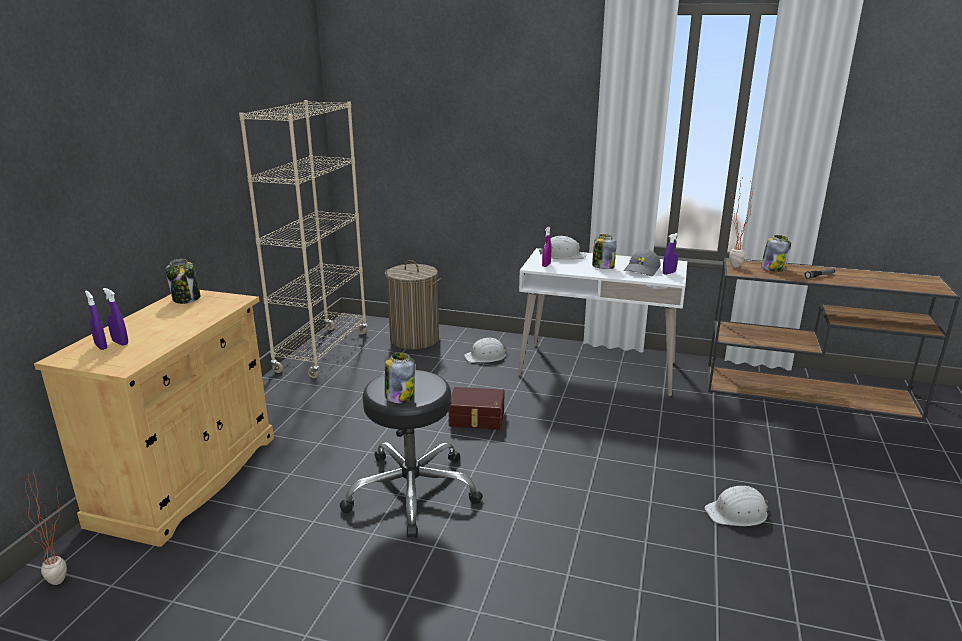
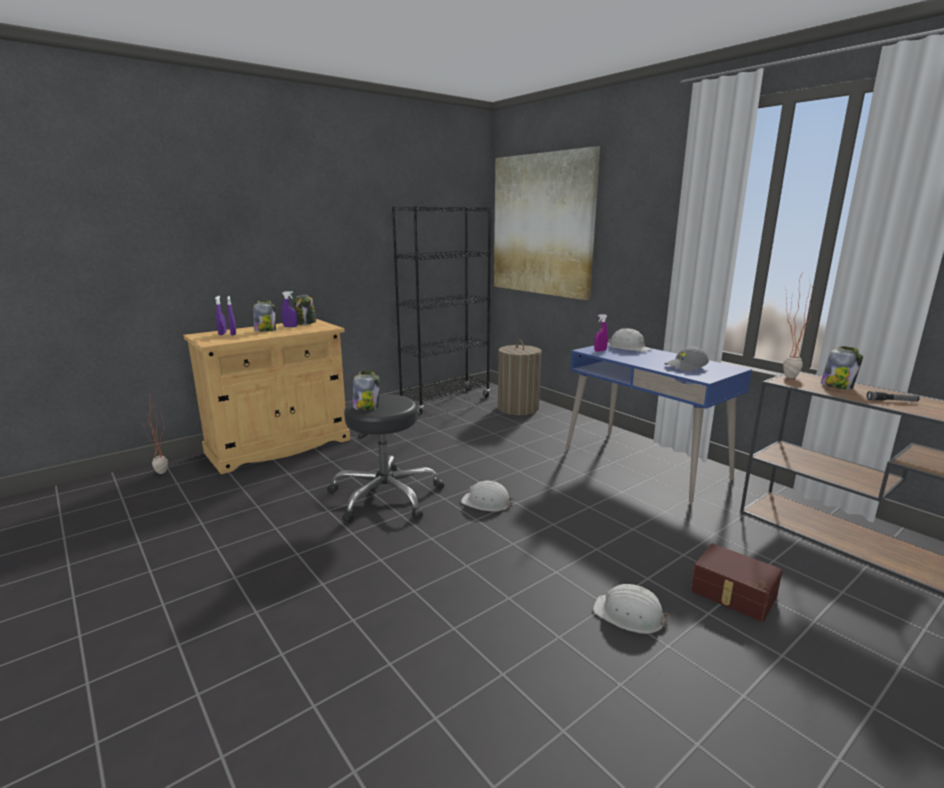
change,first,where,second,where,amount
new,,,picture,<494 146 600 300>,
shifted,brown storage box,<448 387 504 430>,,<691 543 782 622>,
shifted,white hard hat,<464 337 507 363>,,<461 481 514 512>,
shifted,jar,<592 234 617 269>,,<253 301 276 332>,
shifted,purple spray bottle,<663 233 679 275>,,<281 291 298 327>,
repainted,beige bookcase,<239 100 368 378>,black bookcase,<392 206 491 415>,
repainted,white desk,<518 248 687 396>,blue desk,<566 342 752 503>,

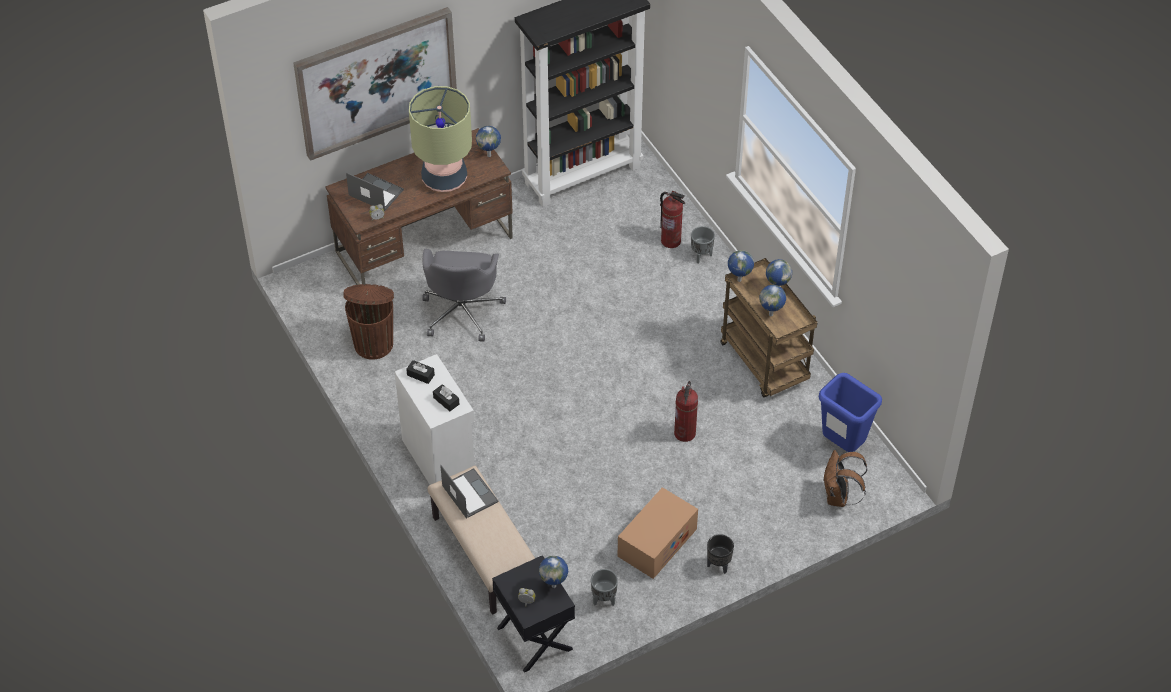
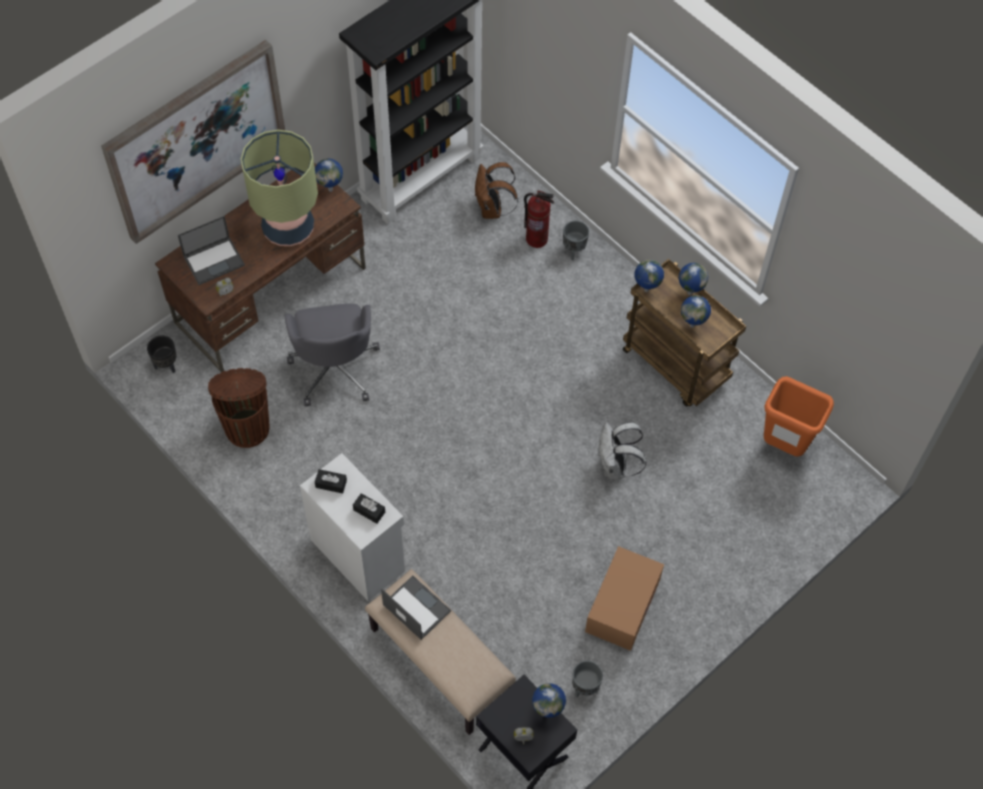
change,first,where,second,where,amount
shifted,black planter,<707 534 734 574>,,<147 336 177 373>,
shifted,brown backpack,<824 450 867 507>,,<475 162 518 219>,
swapped,fire extinguisher,<674 381 698 442>,white backpack,<598 422 647 479>,
repainted,blue trash can,<819 373 882 452>,orange trash can,<764 376 834 457>,
rotated,laptop,<346 172 404 211>,,<178 216 245 285>,135 degrees clockwise

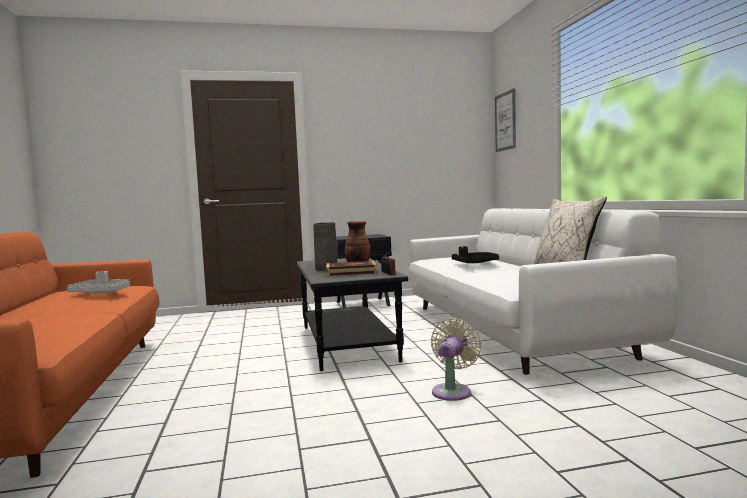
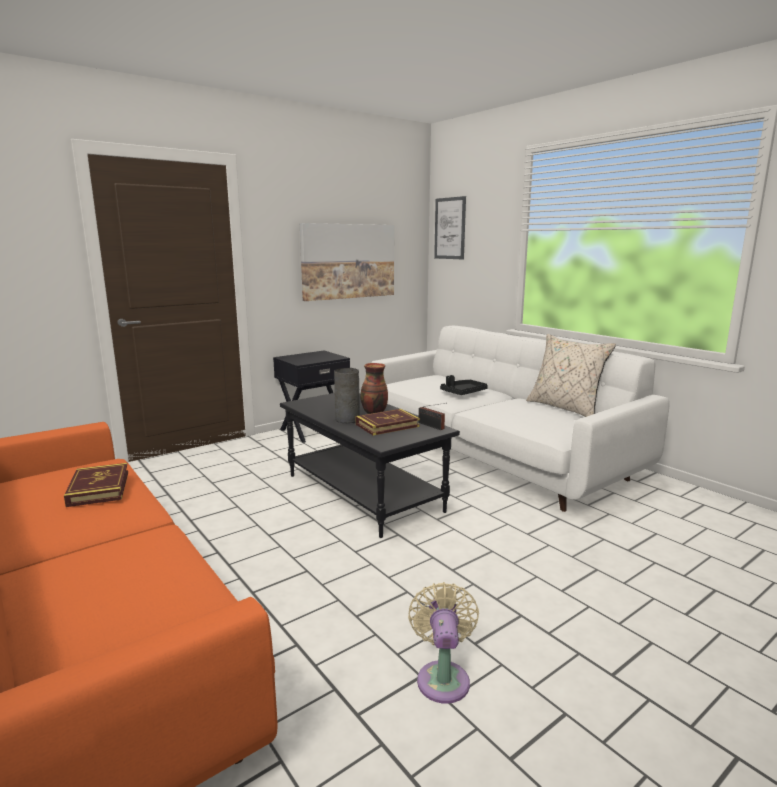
change,first,where,second,where,amount
new,,,picture,<300 223 394 301>,
shifted,beige fan,<431 318 481 401>,,<408 582 479 704>,
swapped,grey tray,<67 271 130 293>,book,<64 463 128 507>,

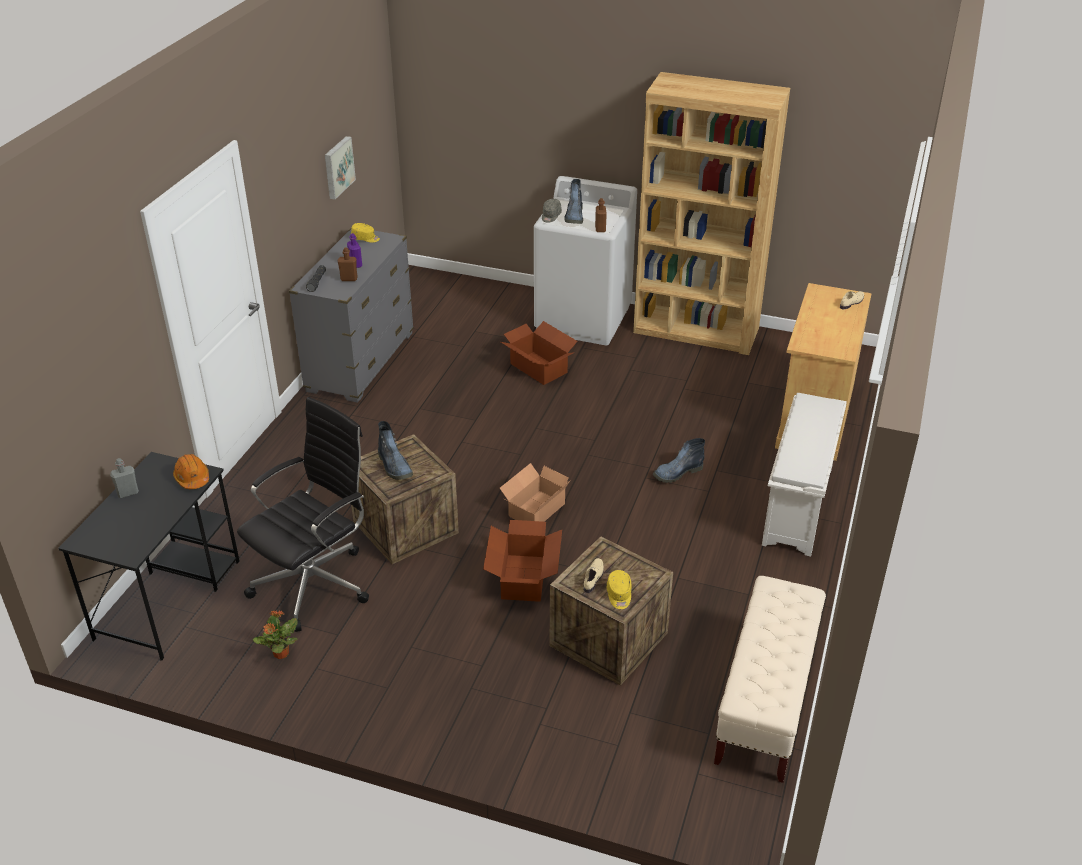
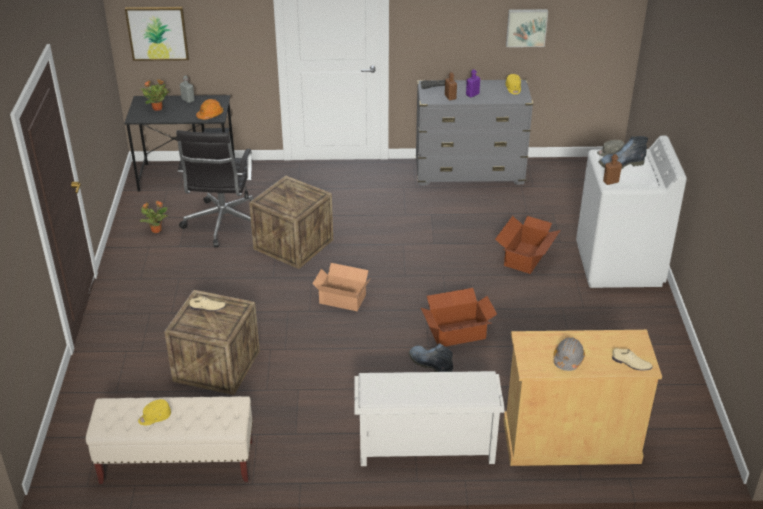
change,first,where,second,where,amount
gone,boot,<378 421 413 480>,,,
gone,brown bookcase,<633 72 790 355>,,,
new,,,picture,<125 7 189 61>,
new,,,potted plant,<140 79 170 111>,
new,,,grey hard hat,<554 338 585 371>,
shifted,cardboard box,<483 520 562 602>,,<421 288 497 347>,
shifted,yellow cap,<607 570 632 609>,,<138 399 171 425>,
rotated,black office chair,<237 397 369 632>,,<176 130 254 248>,75 degrees clockwise

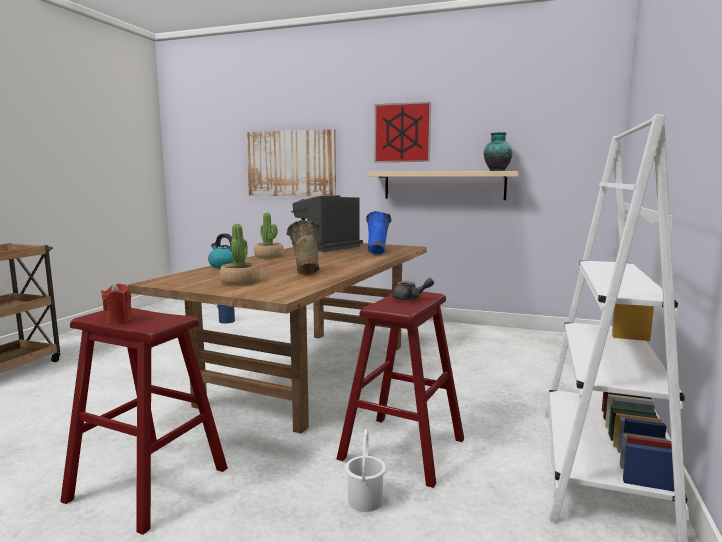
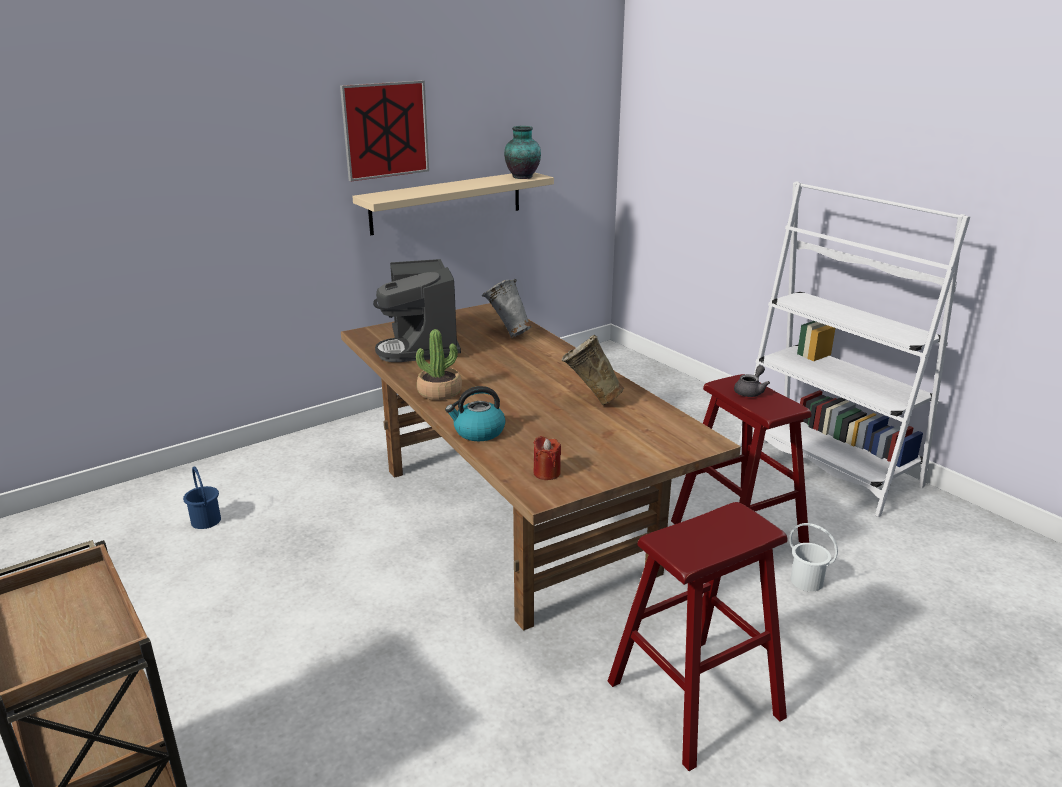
change,first,where,second,where,amount
gone,potted plant,<219 224 260 285>,,,
gone,picture,<246 129 336 196>,,,
shifted,red candle,<101 283 133 324>,,<534 436 561 480>,
repainted,blue vase,<366 211 392 254>,grey vase,<482 279 531 337>,

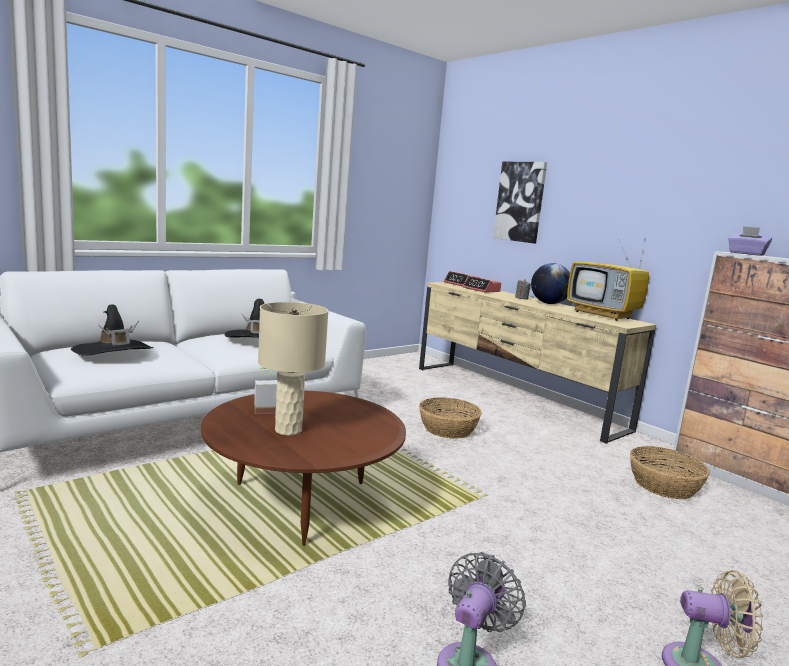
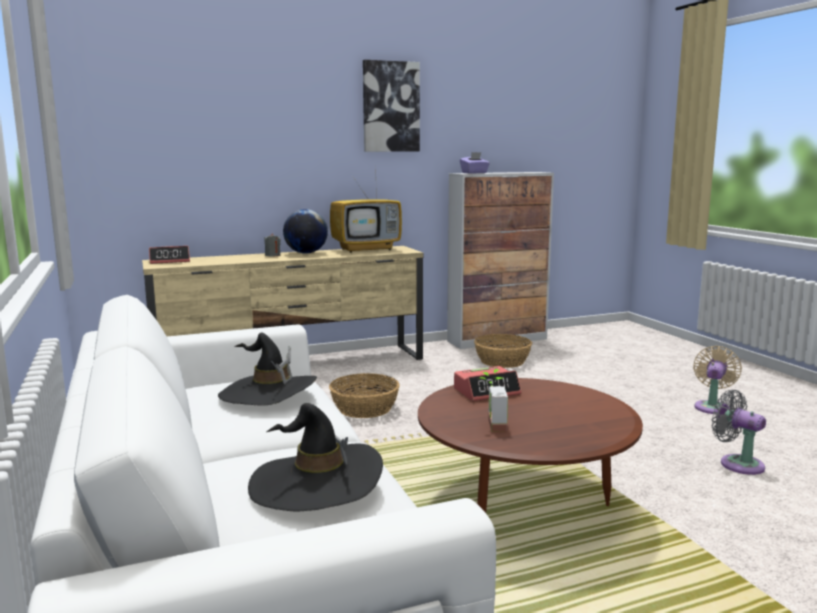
change,first,where,second,where,amount
gone,beige table lamp,<258 302 329 436>,,,
shifted,alarm clock,<463 276 501 293>,,<454 366 522 401>,
shifted,picture,<493 162 547 243>,,<363 60 420 152>,

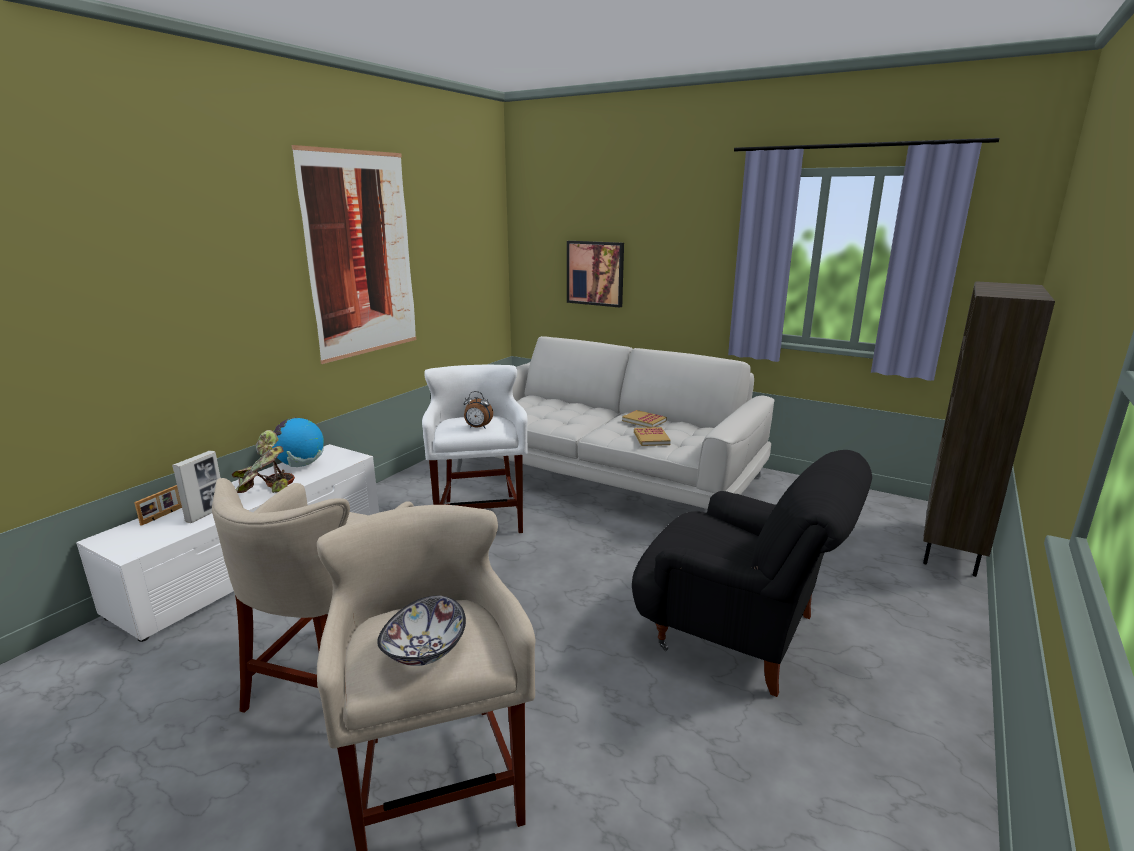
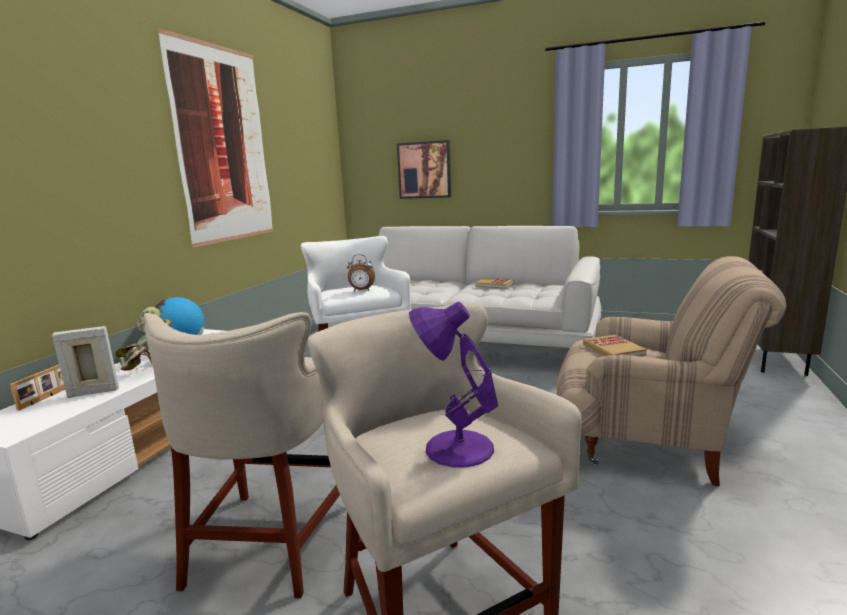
change,first,where,second,where,amount
shifted,book,<634 427 671 446>,,<583 335 647 357>,
swapped,bowl,<377 596 466 666>,purple table lamp,<409 302 498 467>,
repainted,black armchair,<632 450 872 697>,beige armchair,<557 256 786 486>,
rotated,picture frame,<172 451 221 523>,,<52 326 119 398>,120 degrees counterclockwise

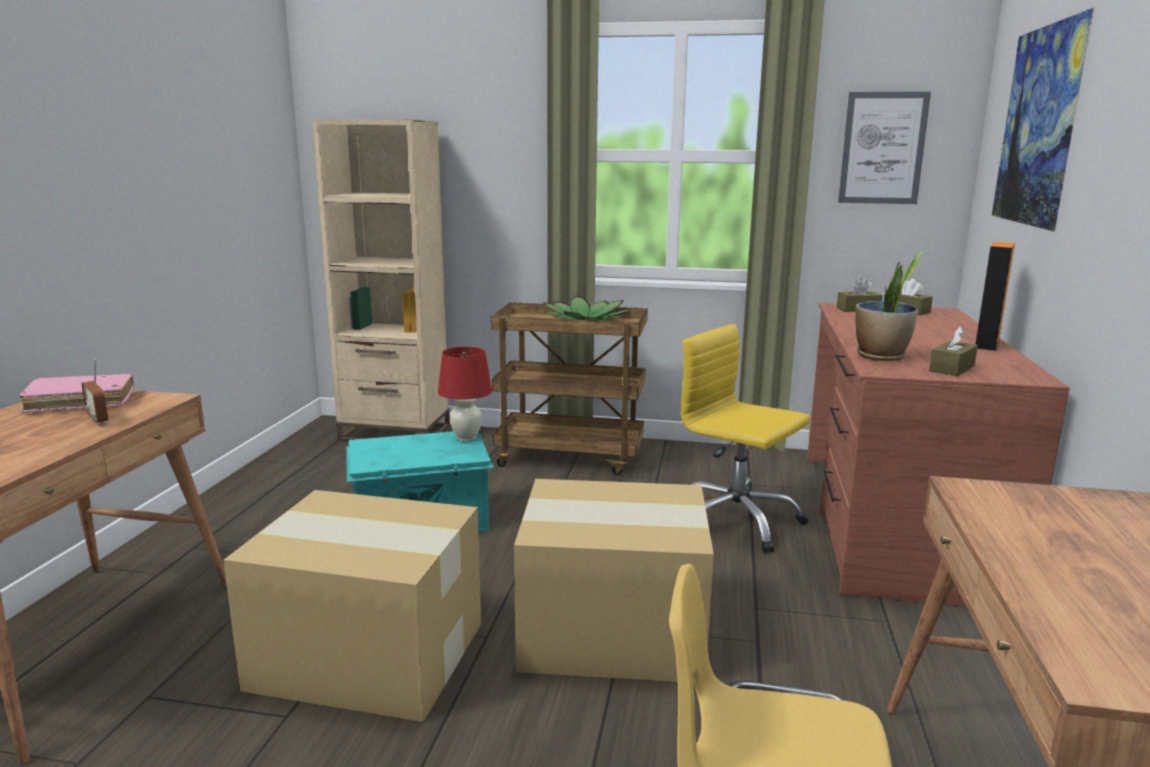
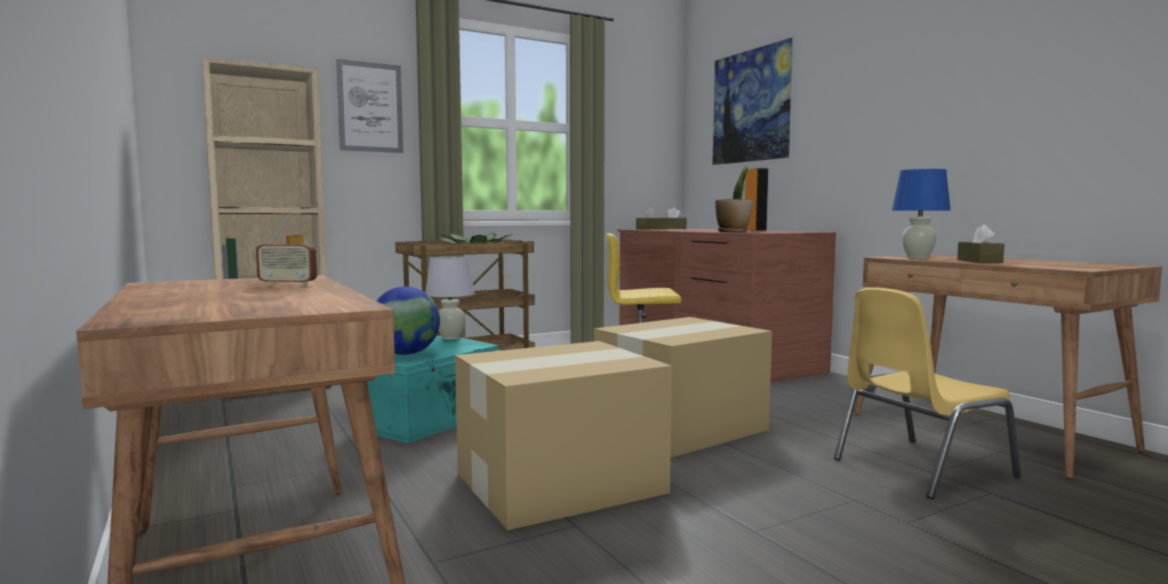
change,first,where,second,where,amount
gone,pink book,<19 374 134 413>,,,
new,,,globe,<377 286 440 355>,
new,,,blue table lamp,<892 169 951 259>,
shifted,picture,<838 92 931 204>,,<336 59 403 153>,
shifted,brown tissue box,<929 326 978 376>,,<957 224 1004 263>,
repainted,red table lamp,<438 347 492 441>,white table lamp,<425 257 475 340>,

